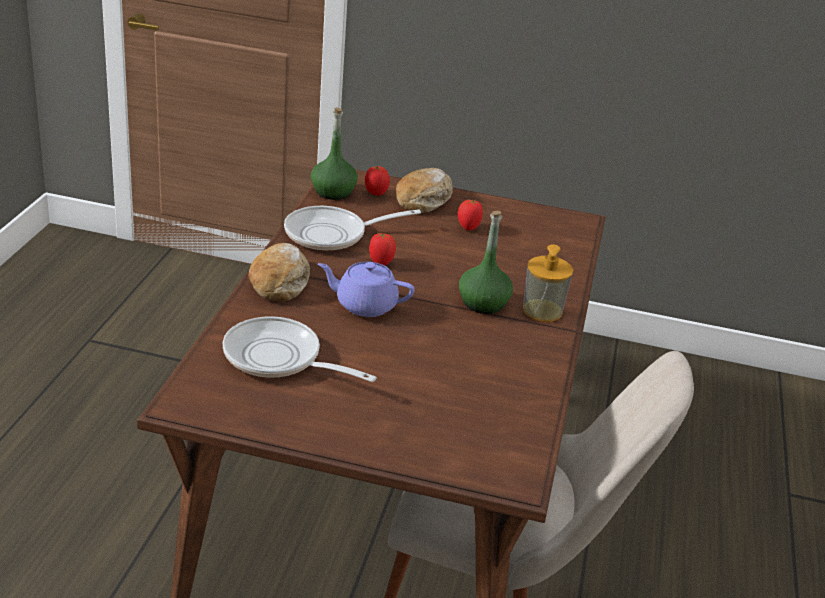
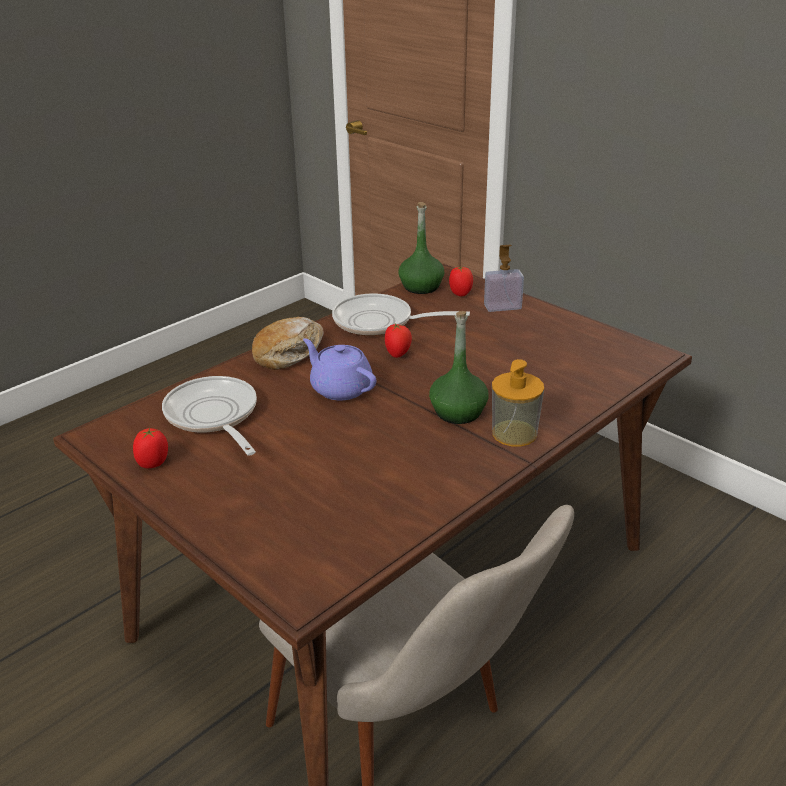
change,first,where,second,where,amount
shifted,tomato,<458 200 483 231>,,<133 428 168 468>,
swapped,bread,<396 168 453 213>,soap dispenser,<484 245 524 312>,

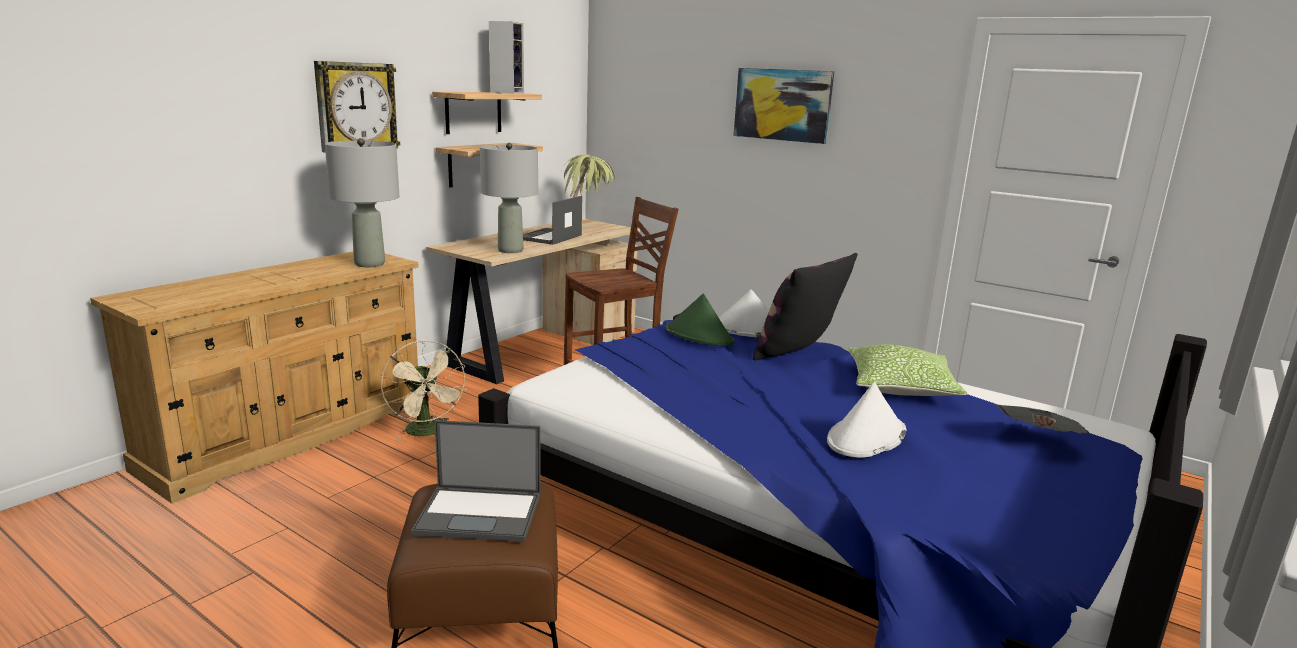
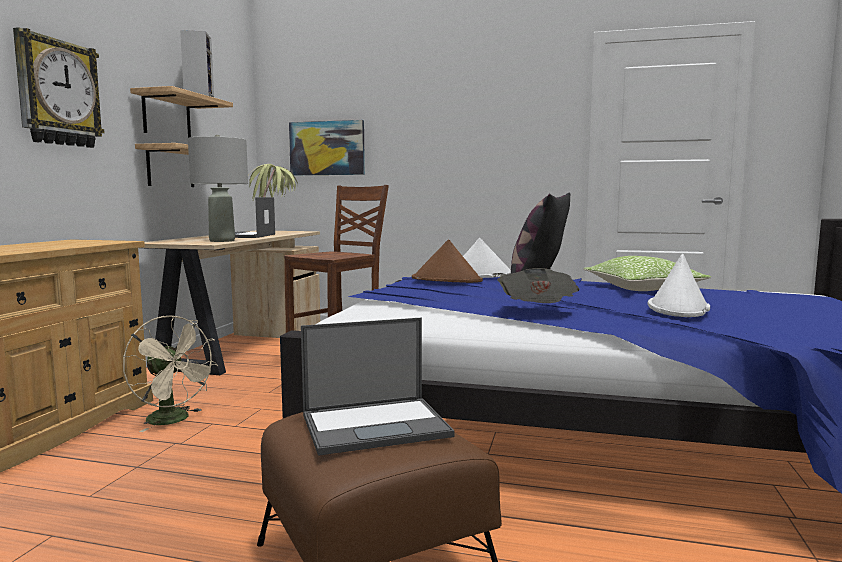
change,first,where,second,where,amount
gone,grey table lamp,<325 138 399 267>,,,
shifted,picture,<734 68 834 144>,,<289 120 365 175>,
shifted,newspaper,<995 404 1089 434>,,<497 268 580 303>,
repainted,green hat,<665 294 734 346>,brown hat,<412 240 483 283>,

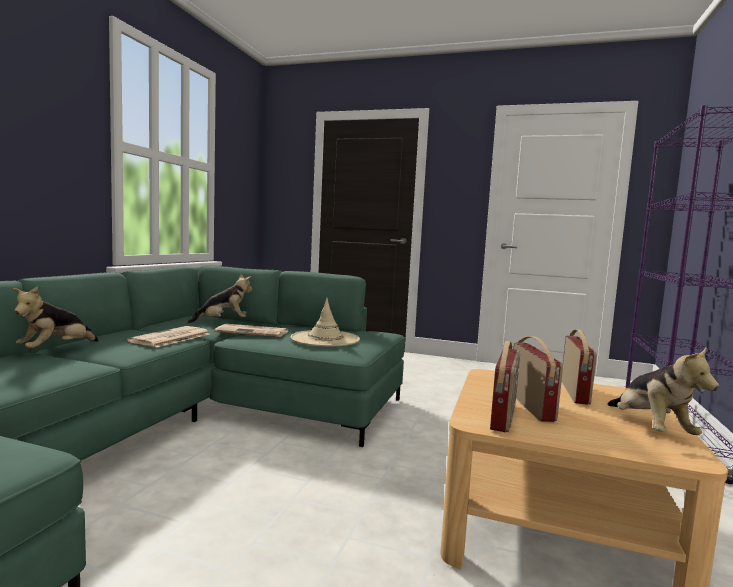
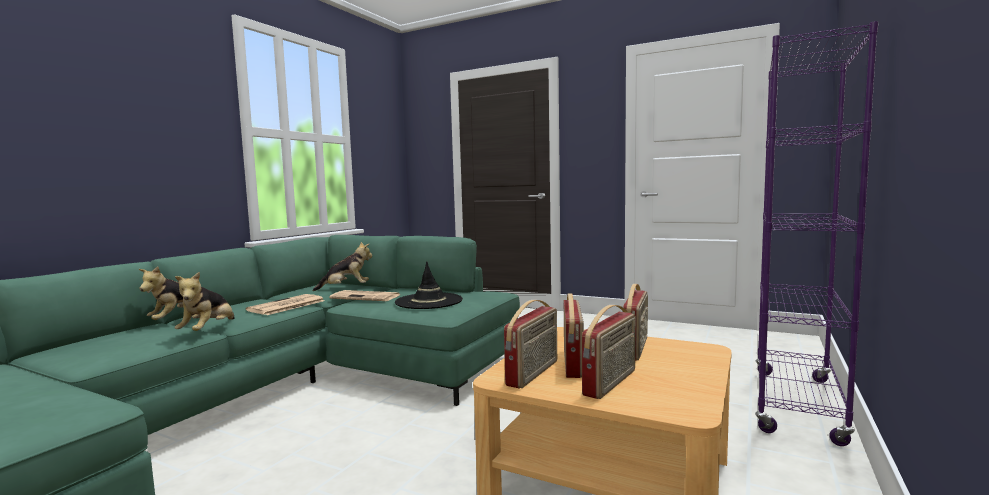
change,first,where,second,where,amount
new,,,radio,<582 305 636 399>,
shifted,plush toy,<608 347 719 435>,,<175 272 235 331>,
repainted,beige hat,<291 298 360 347>,black hat,<395 262 463 309>,

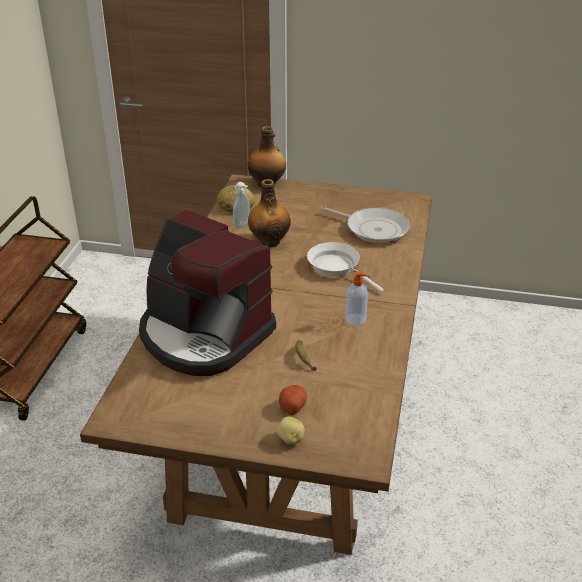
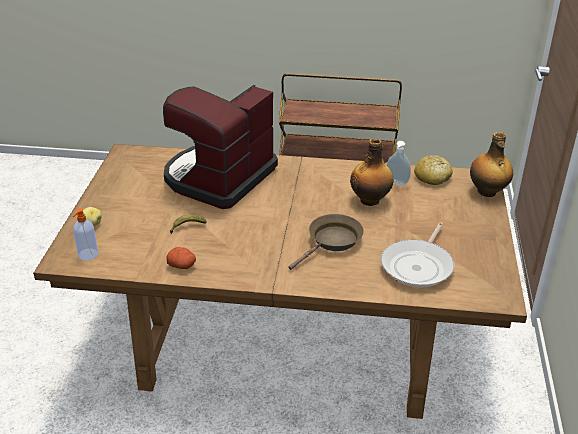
change,first,where,second,where,amount
shifted,potato,<279 385 307 415>,,<166 247 196 269>,
shifted,soap dispenser,<346 271 370 326>,,<72 208 98 260>,
repainted,white frying pan,<307 242 384 293>,brown frying pan,<288 214 364 270>,

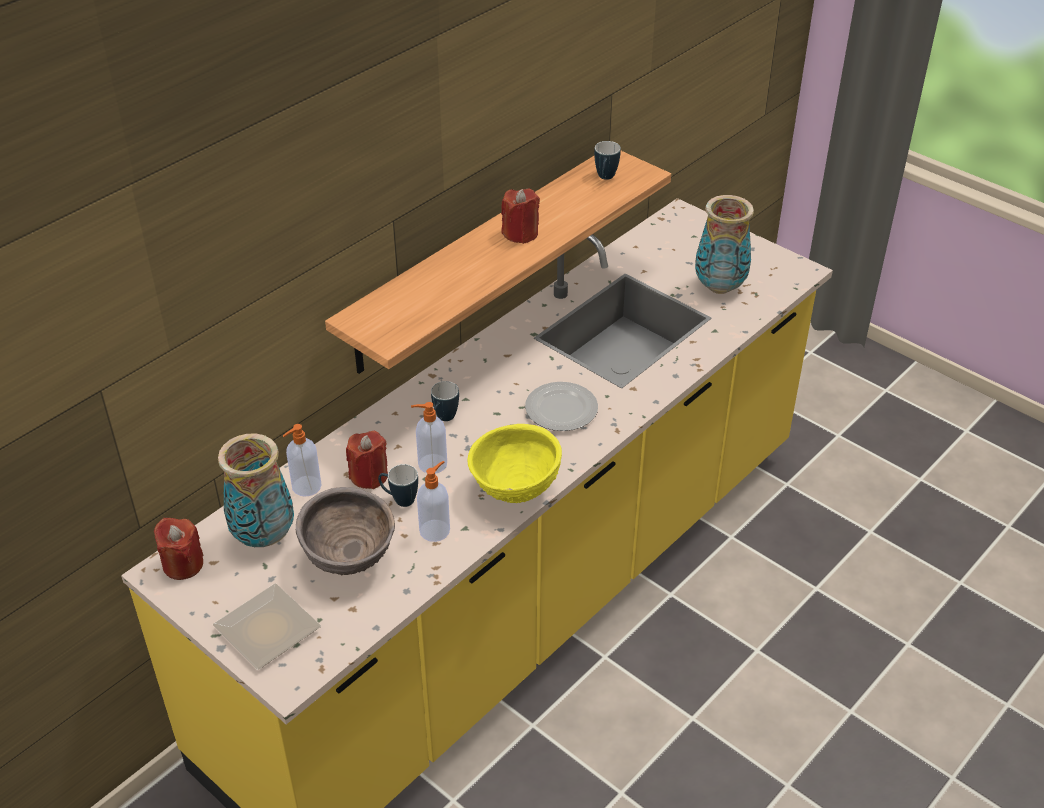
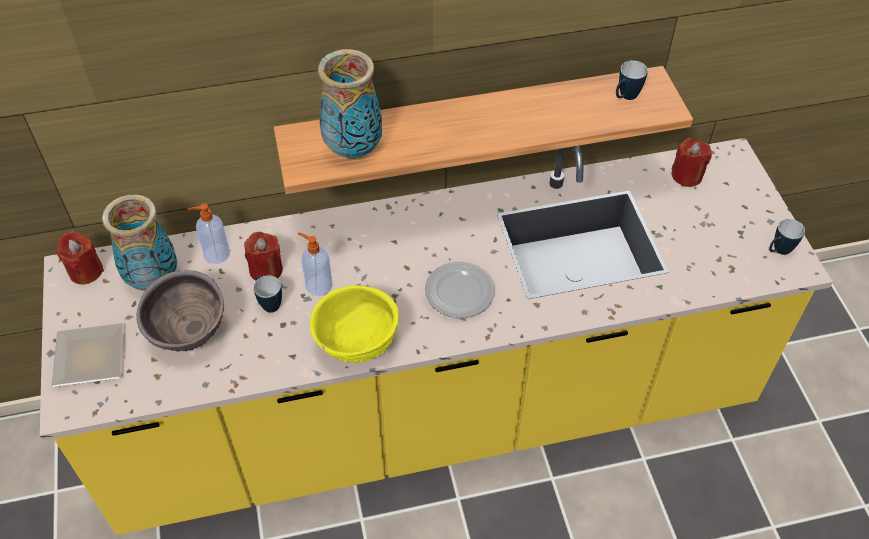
change,first,where,second,where,amount
gone,soap dispenser,<417 461 450 542>,,,
shifted,mug,<431 381 459 421>,,<769 219 805 255>,
shifted,red candle,<501 189 540 244>,,<671 138 712 187>,
shifted,vase,<695 195 754 294>,,<318 49 382 158>,

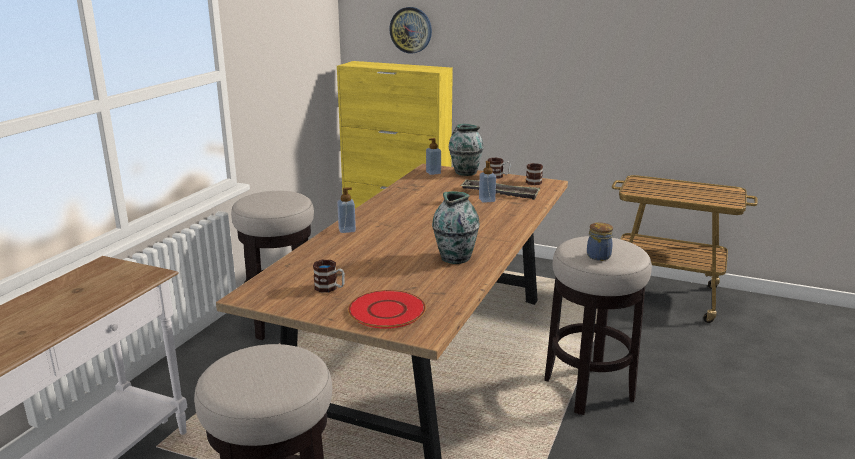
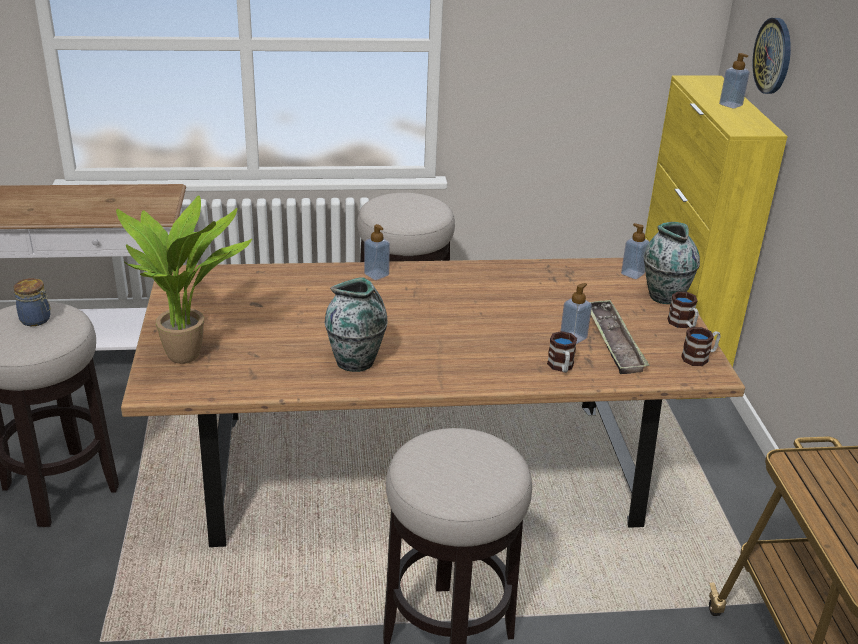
change,first,where,second,where,amount
new,,,soap dispenser,<719 53 750 108>,
shifted,mug,<313 260 345 293>,,<547 331 577 373>,
shifted,jar,<587 222 613 261>,,<13 278 51 326>,
swapped,red plate,<348 290 426 329>,potted plant,<116 195 252 364>,

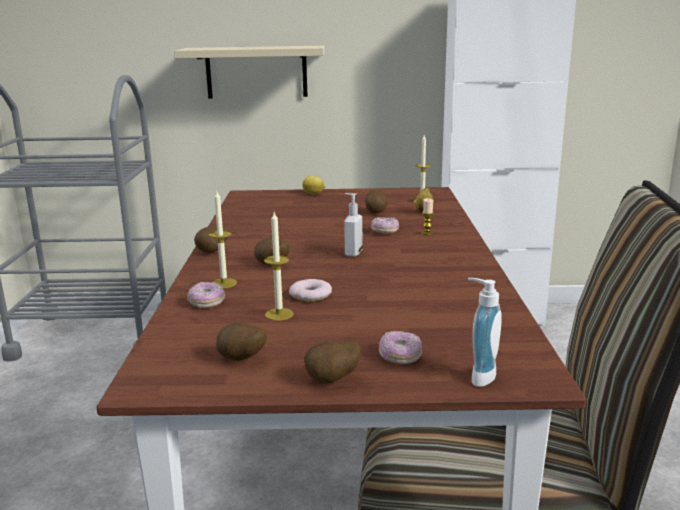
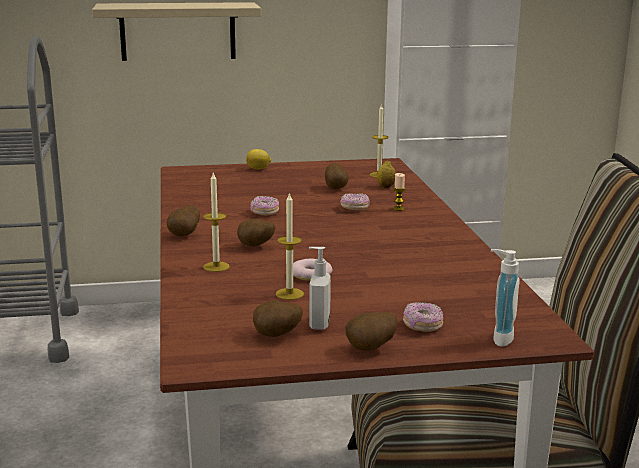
change,first,where,second,where,amount
shifted,donut,<187 282 225 308>,,<250 196 279 215>,
shifted,soap dispenser,<344 193 362 257>,,<309 247 331 330>,

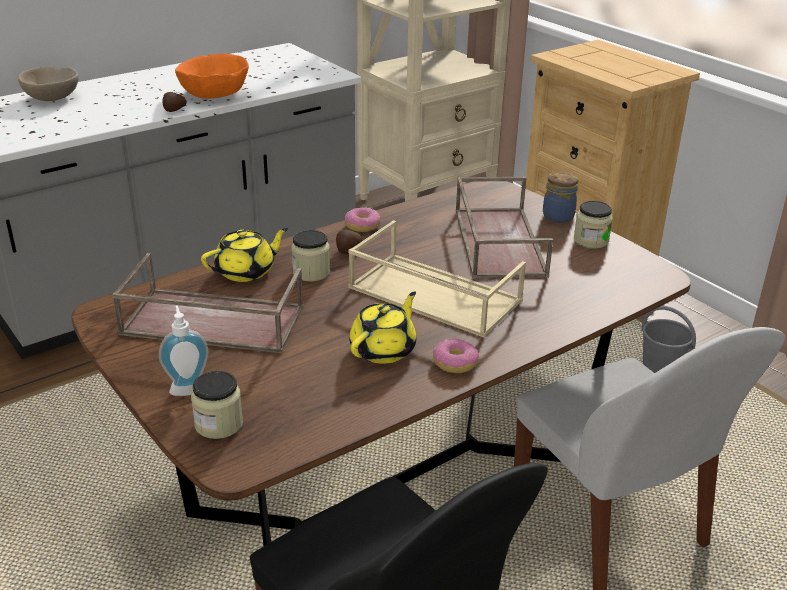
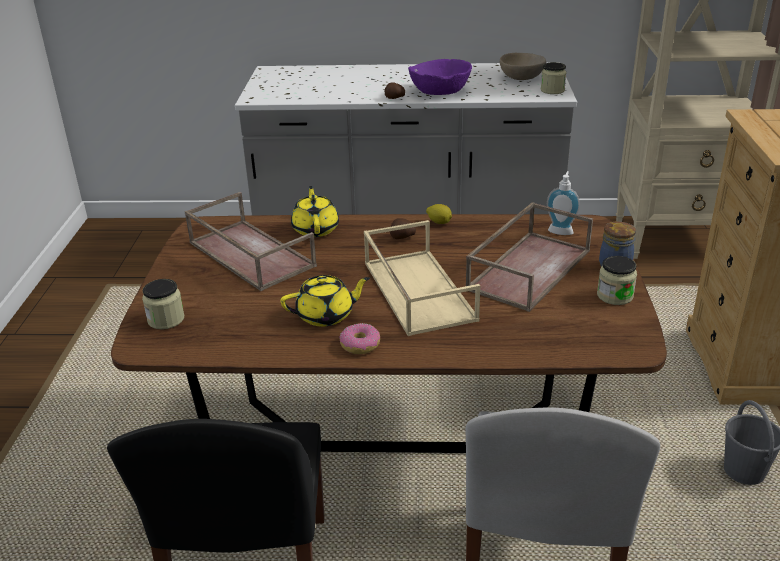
change,first,where,second,where,amount
shifted,beige bowl,<18 67 79 101>,,<500 53 546 80>,
shifted,soap dispenser,<159 305 208 396>,,<547 171 580 235>,
shifted,jar,<291 230 330 282>,,<541 62 566 94>,
swapped,donut,<344 208 381 232>,lemon,<426 204 452 224>,
repainted,orange bowl,<175 54 249 99>,purple bowl,<408 59 472 95>,
rotated,yellow teapot,<201 228 288 282>,,<291 186 339 237>,105 degrees counterclockwise

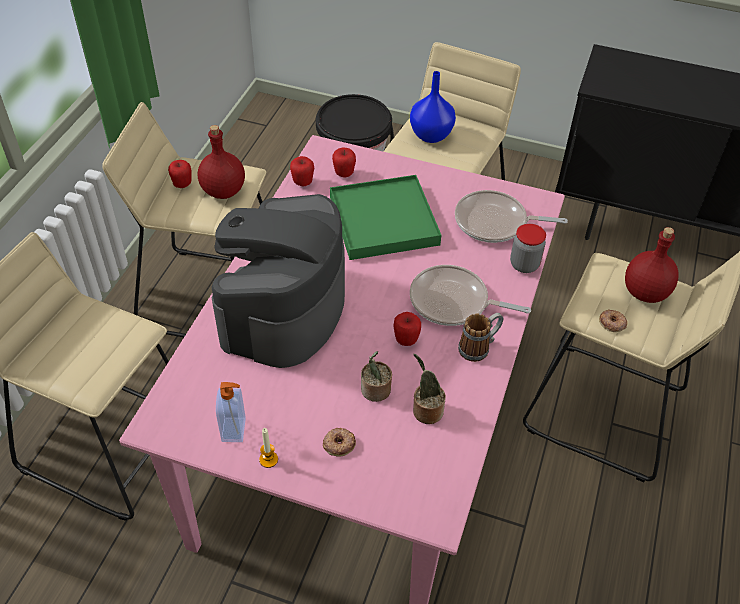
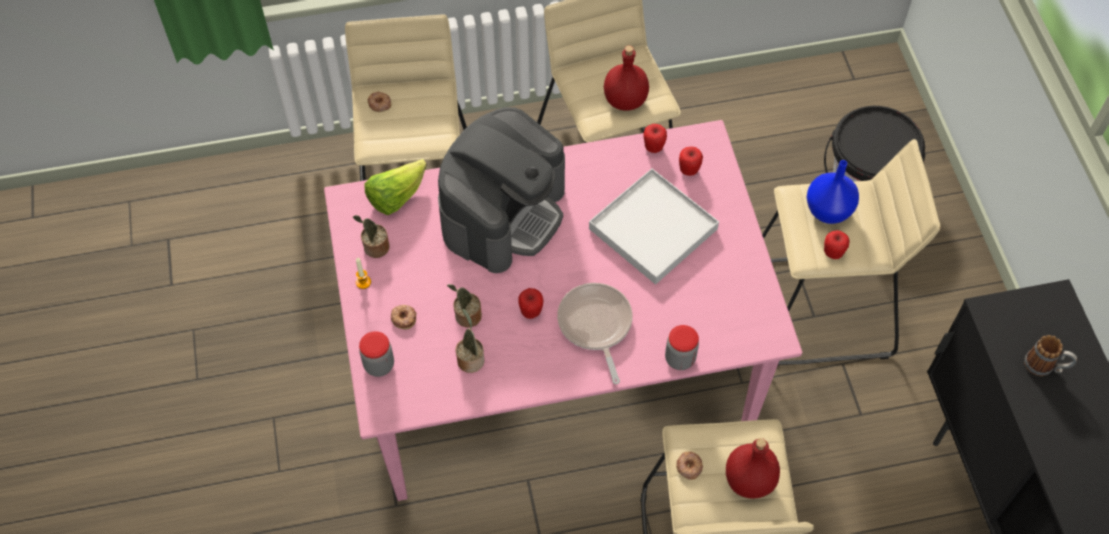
change,first,where,second,where,amount
gone,frying pan,<455 190 568 243>,,,
new,,,jar,<359 331 394 377>,
new,,,lettuce,<365 159 427 215>,
new,,,donut,<368 92 391 112>,
shifted,apple,<168 160 191 188>,,<824 230 850 259>,
shifted,mug,<458 313 503 362>,,<1024 335 1077 376>,
swapped,soap dispenser,<216 382 246 442>,potted plant,<353 215 390 258>,
repainted,green tray,<330 175 441 260>,white tray,<589 169 719 285>,
rotated,coffee machine,<211 194 345 368>,,<438 107 565 273>,135 degrees clockwise

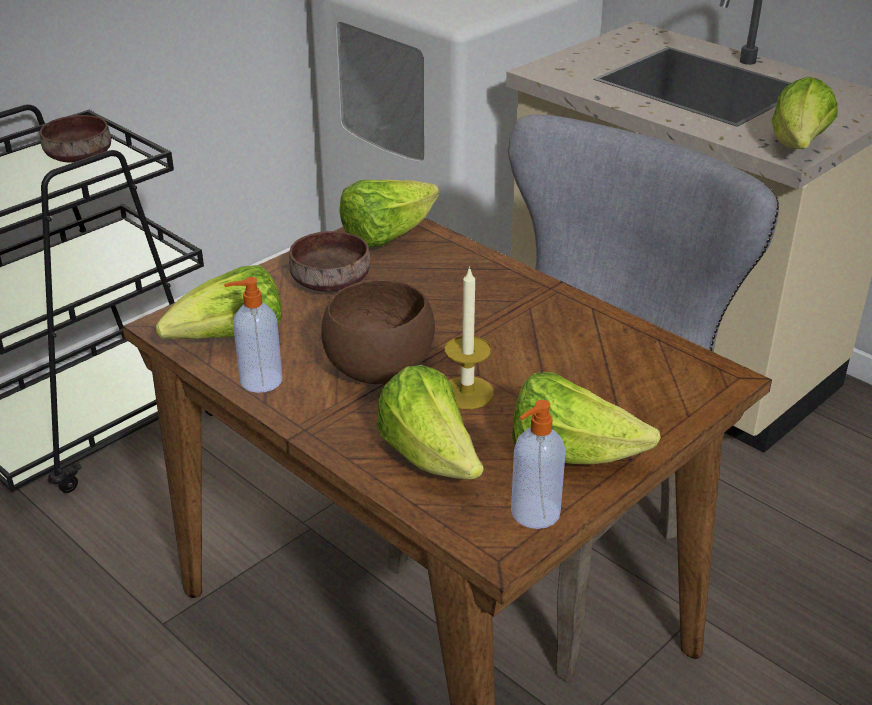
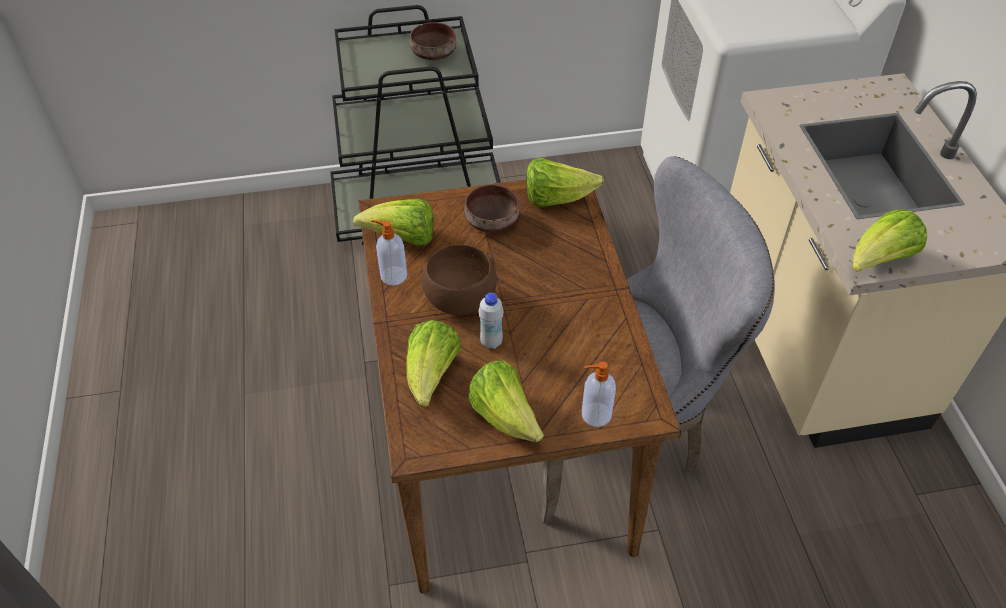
change,first,where,second,where,amount
shifted,soap dispenser,<511 400 566 529>,,<582 361 616 427>,
swapped,candle,<445 266 494 409>,white bottle,<479 293 503 349>,

